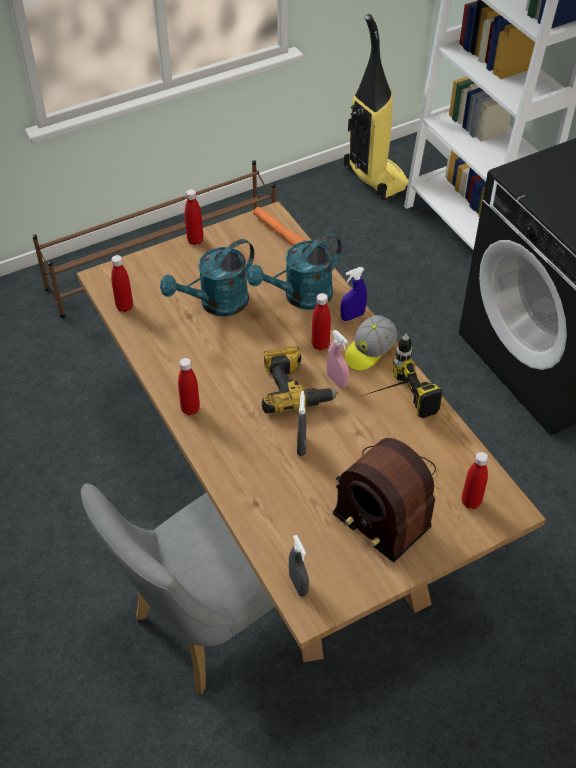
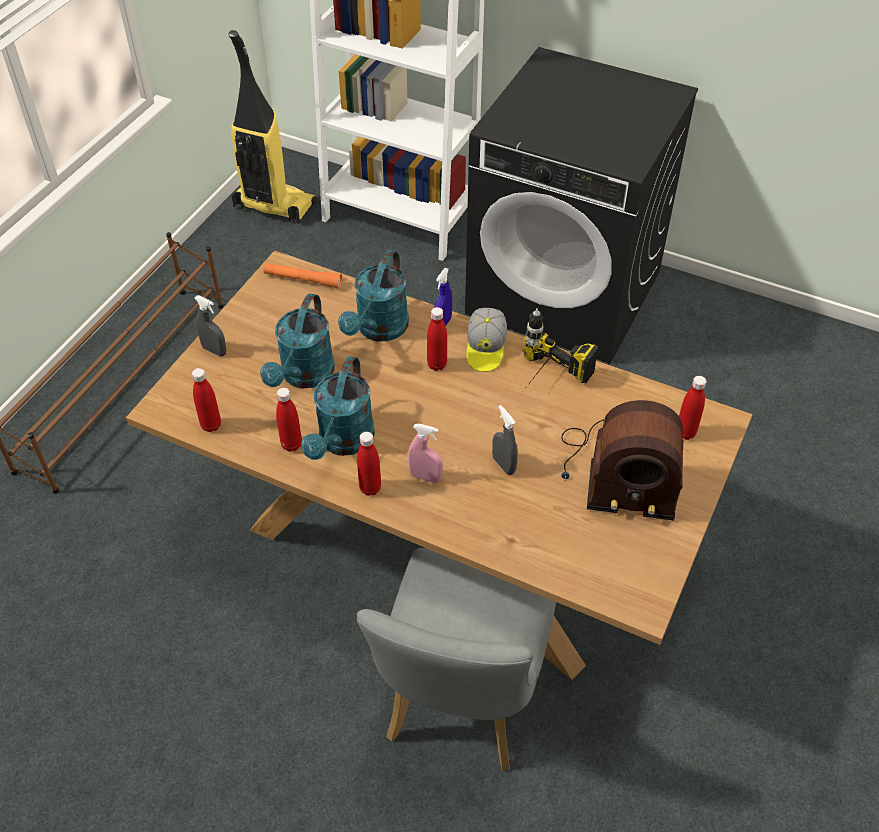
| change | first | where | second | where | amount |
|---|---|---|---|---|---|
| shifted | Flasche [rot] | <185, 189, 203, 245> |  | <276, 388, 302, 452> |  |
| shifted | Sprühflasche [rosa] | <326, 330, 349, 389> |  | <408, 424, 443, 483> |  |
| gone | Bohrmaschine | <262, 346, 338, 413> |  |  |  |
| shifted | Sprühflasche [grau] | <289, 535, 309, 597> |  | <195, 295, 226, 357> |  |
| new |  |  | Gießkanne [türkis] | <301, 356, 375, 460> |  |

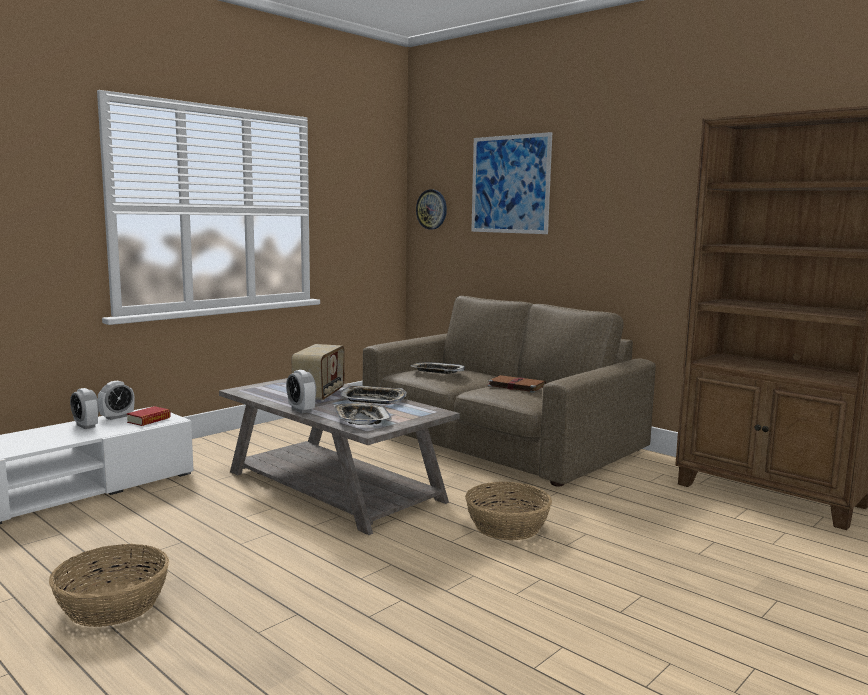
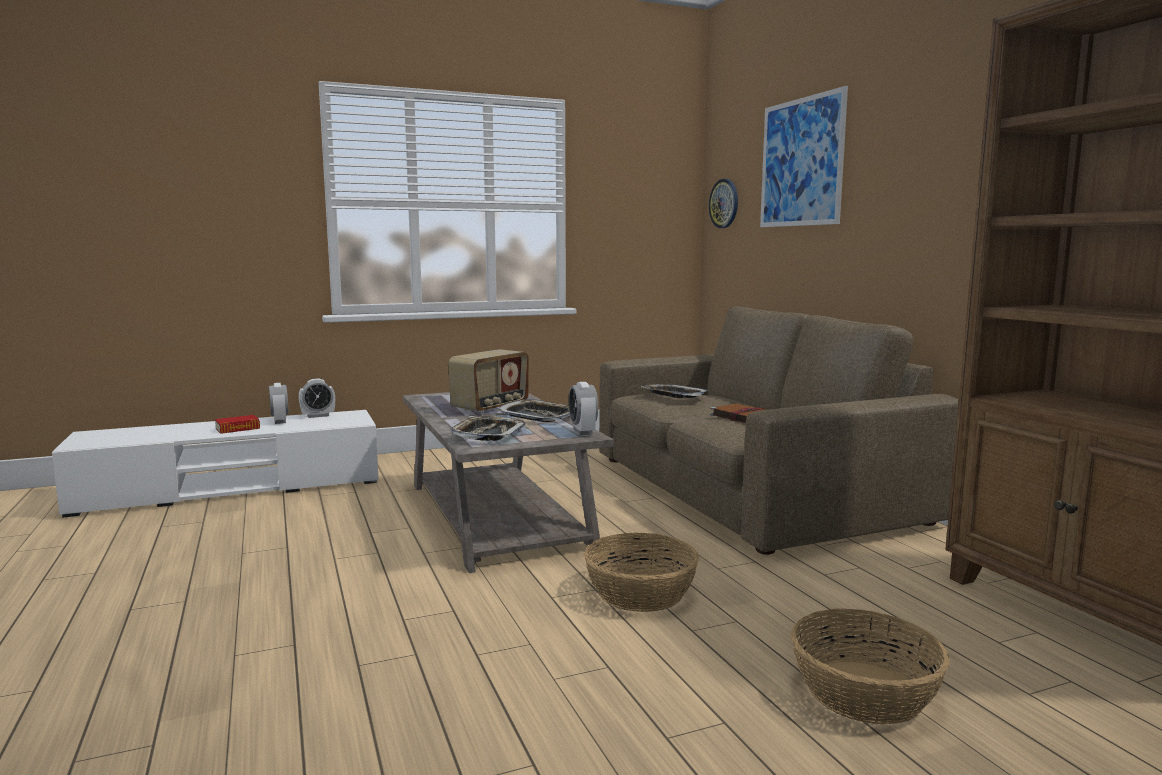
| change | first | where | second | where | amount |
|---|---|---|---|---|---|
| shifted | Wecker | <286, 370, 316, 413> |  | <569, 382, 598, 435> |  |
| shifted | Buch | <127, 406, 171, 426> |  | <215, 415, 260, 434> |  |
| shifted | Korb | <49, 544, 169, 627> |  | <791, 608, 950, 725> |  |

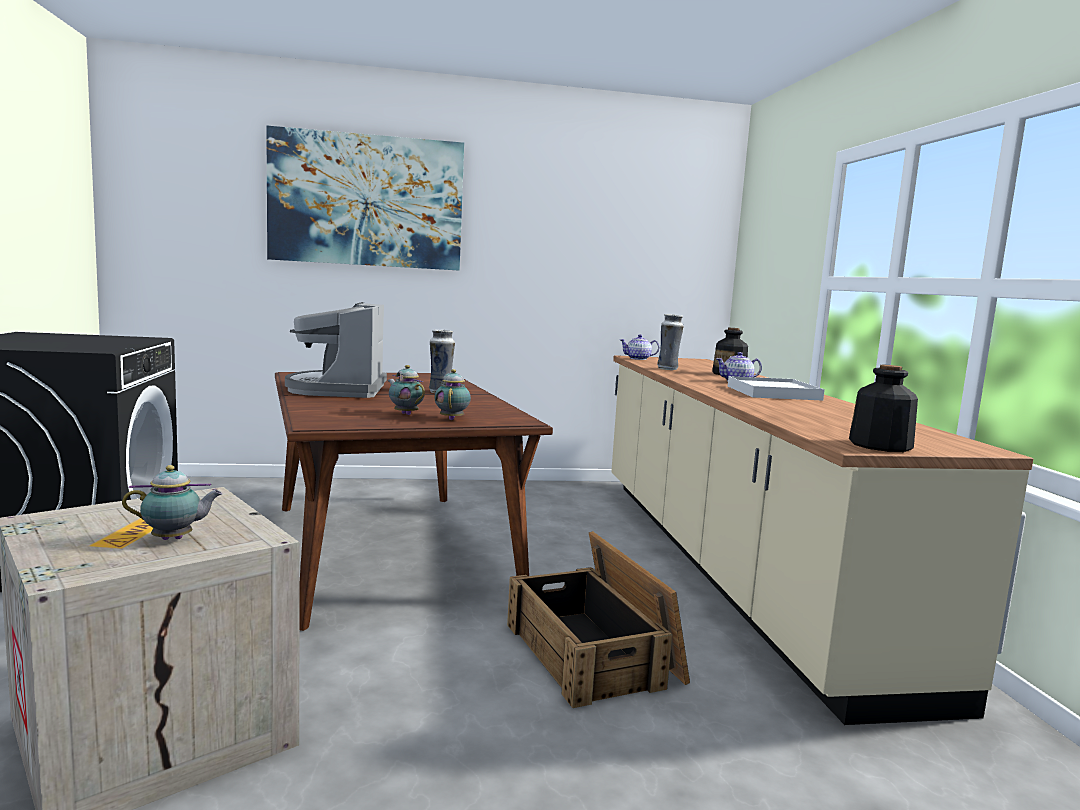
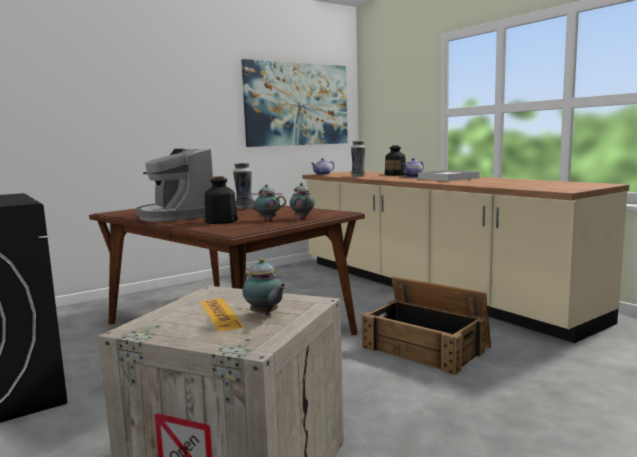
| change | first | where | second | where | amount |
|---|---|---|---|---|---|
| shifted | Bild | <266, 125, 464, 271> |  | <242, 59, 348, 147> |  |
| shifted | Flasche | <849, 365, 918, 452> |  | <205, 176, 238, 224> |  |
| rotated | Teekanne | <122, 465, 222, 540> |  | <243, 258, 287, 315> | 90 degrees clockwise |

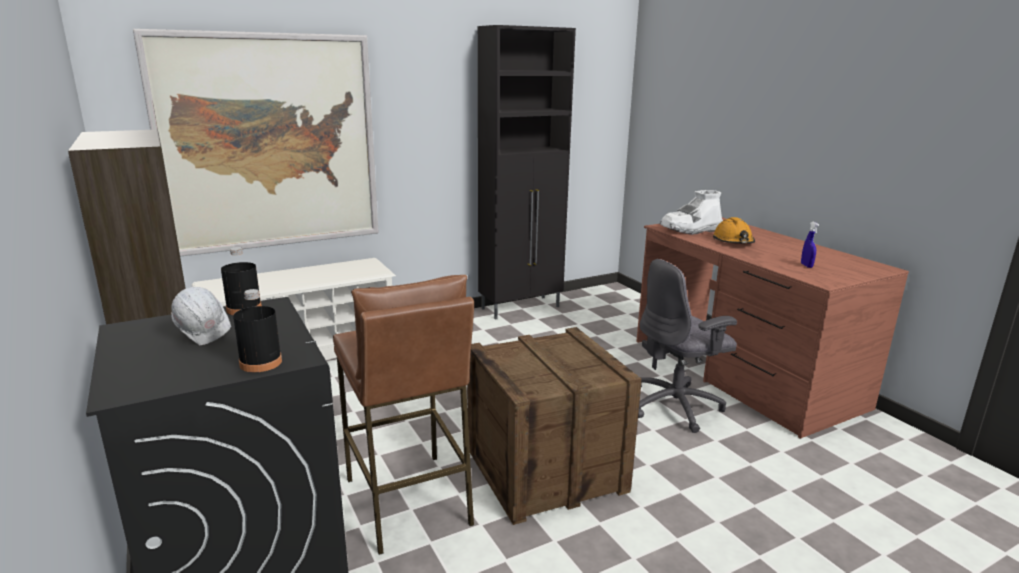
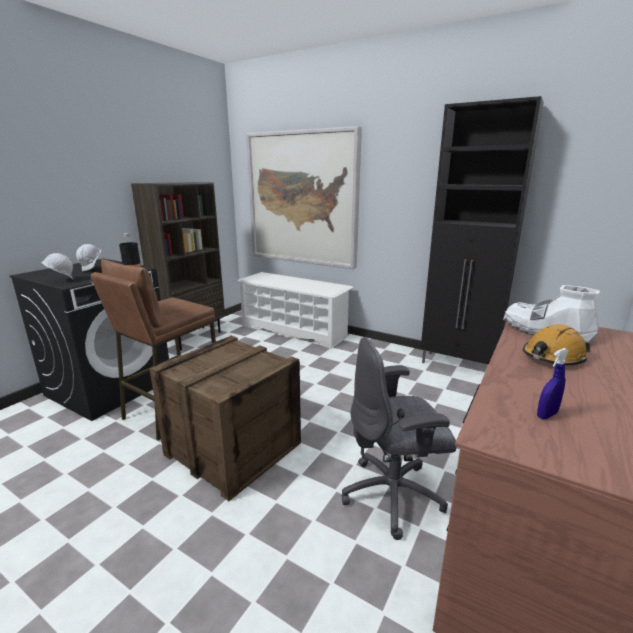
| change | first | where | second | where | amount |
|---|---|---|---|---|---|
| rotated | Bürostuhl [grau] | <638, 259, 737, 433> |  | <342, 337, 457, 540> | 45 degrees counterclockwise |
| swapped | Flasche [schwarz] | <233, 289, 282, 372> | Schutzhelm [weiß] | <41, 253, 73, 279> |  |

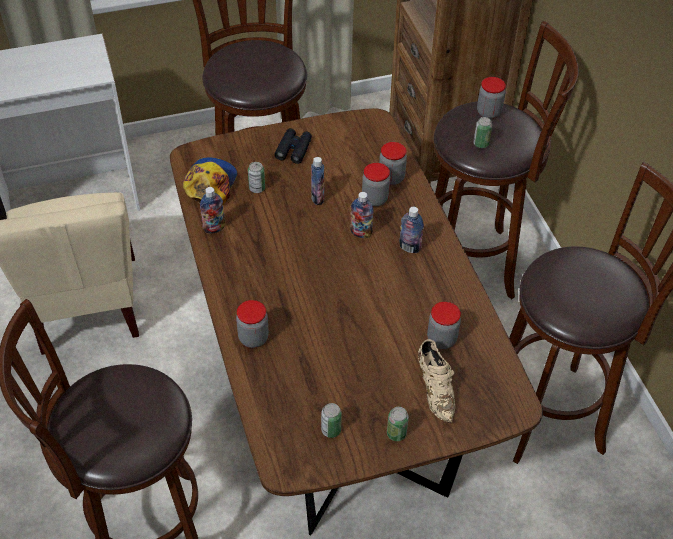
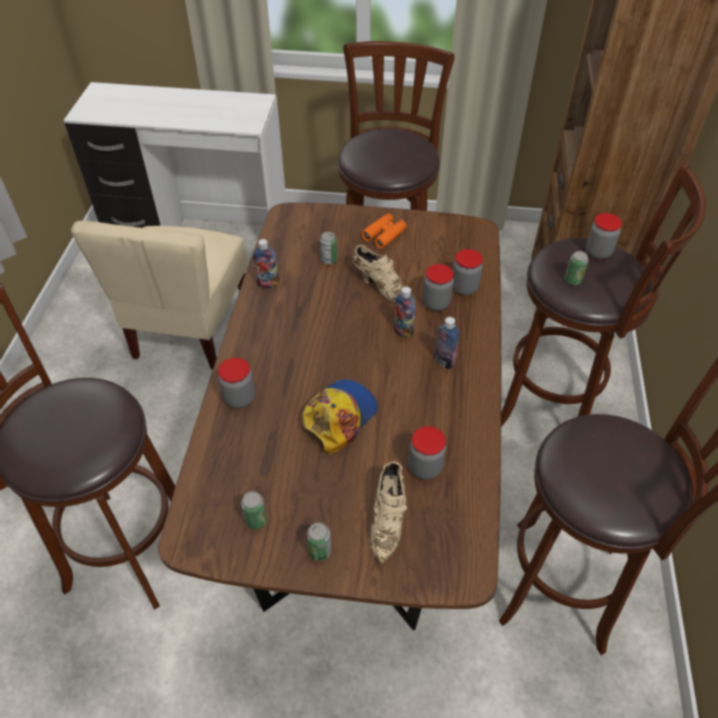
| change | first | where | second | where | amount |
|---|---|---|---|---|---|
| repainted | Fernglas [schwarz] | <274, 128, 312, 164> | Fernglas [orange] | <361, 213, 407, 249> |  |
| shifted | Kappe | <183, 157, 237, 205> |  | <302, 379, 378, 453> |  |
| swapped | Flasche | <311, 157, 324, 205> | Schuh [beige] | <353, 245, 405, 302> |  |

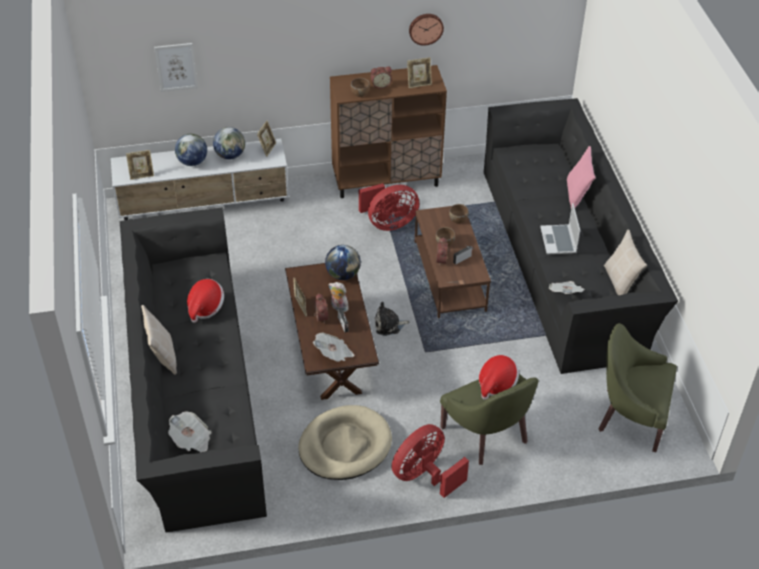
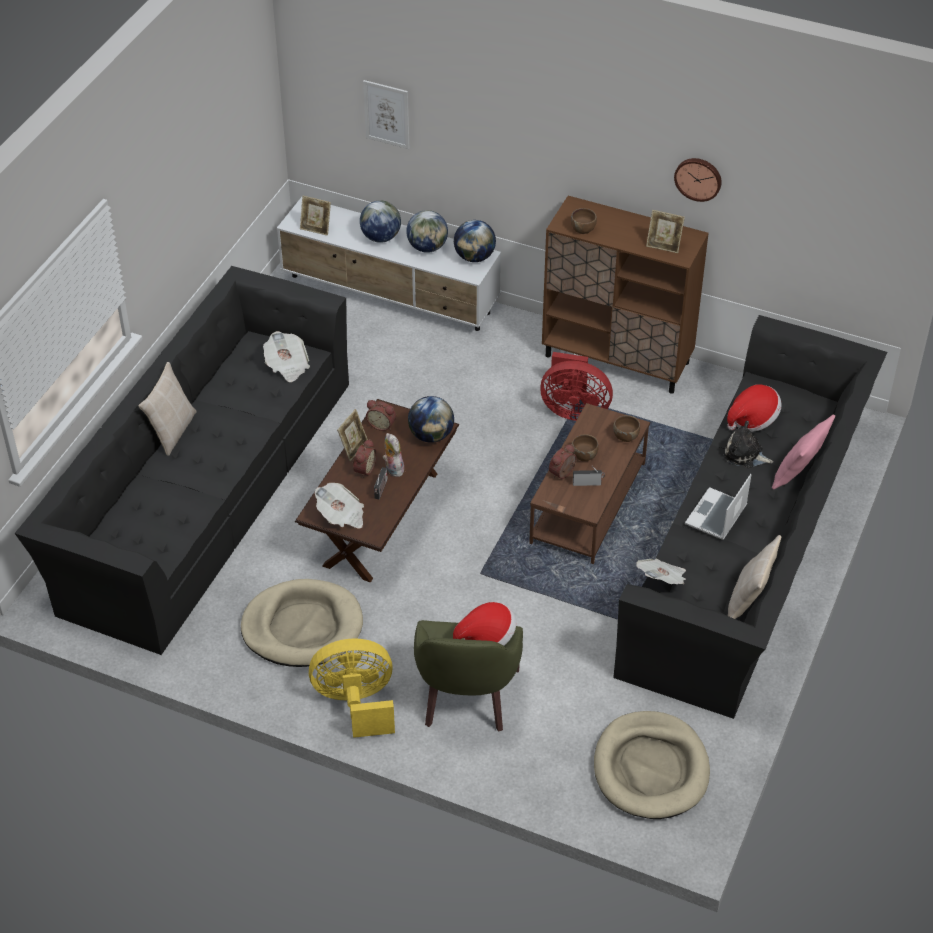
| change | first | where | second | where | amount |
|---|---|---|---|---|---|
| shifted | Wecker | <371, 67, 392, 89> |  | <366, 400, 396, 431> |  |
| swapped | Bilderrahmen | <257, 121, 276, 157> | Globus | <454, 220, 496, 262> |  |
| shifted | Hut | <187, 279, 224, 323> |  | <727, 384, 782, 432> |  |
| shifted | Plüschtier | <375, 302, 410, 336> |  | <723, 421, 774, 468> |  |
| swapped | Sessel [grün] | <598, 323, 677, 452> | Hundebett [beige] | <594, 711, 710, 819> |  |
| shifted | Zeitung | <168, 412, 211, 452> |  | <263, 331, 310, 382> |  |
| repainted | Ventilator [rot] | <391, 424, 469, 498> | Ventilator [gelb] | <309, 638, 395, 738> |  |

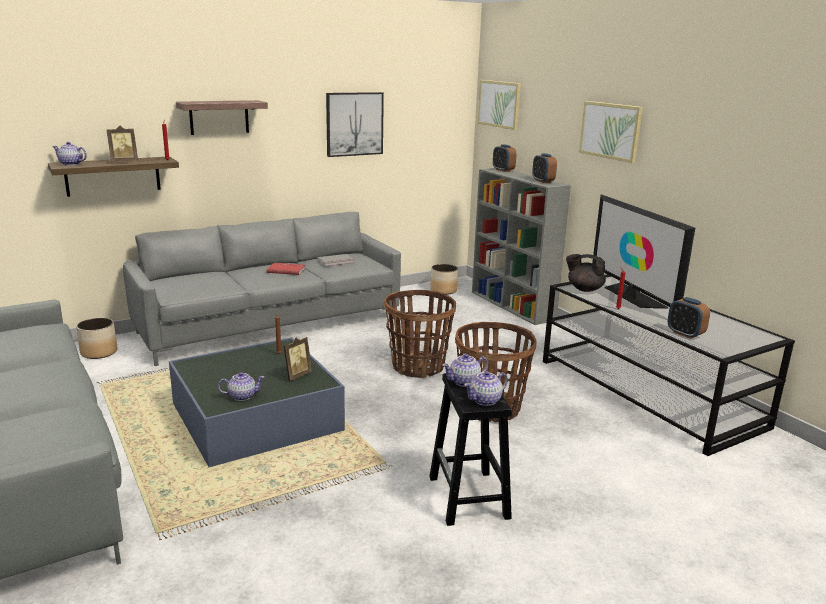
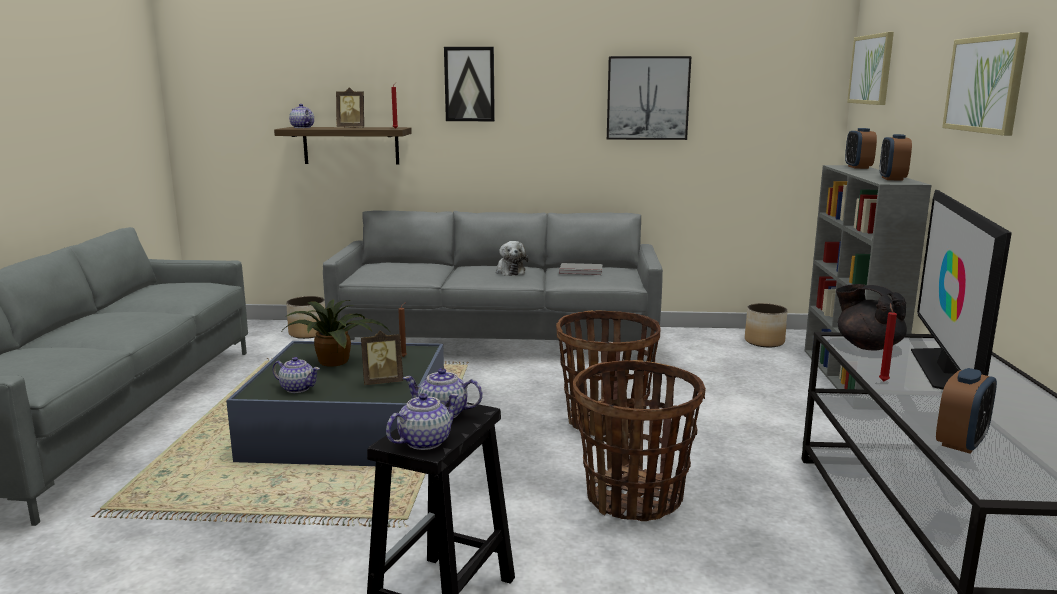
| change | first | where | second | where | amount |
|---|---|---|---|---|---|
| swapped | Wandregal | <176, 100, 268, 135> | Bild | <444, 47, 495, 121> |  |
| swapped | Buch [rot] | <266, 263, 305, 275> | Plüschtier | <496, 241, 528, 276> |  |
| rotated | Wecker | <668, 297, 710, 339> |  | <936, 368, 997, 454> | 135 degrees counterclockwise |
| rotated | Teekanne | <464, 371, 508, 406> |  | <386, 393, 459, 450> | 135 degrees clockwise |
| new |  |  | Topfpflanze | <282, 299, 391, 367> |  |

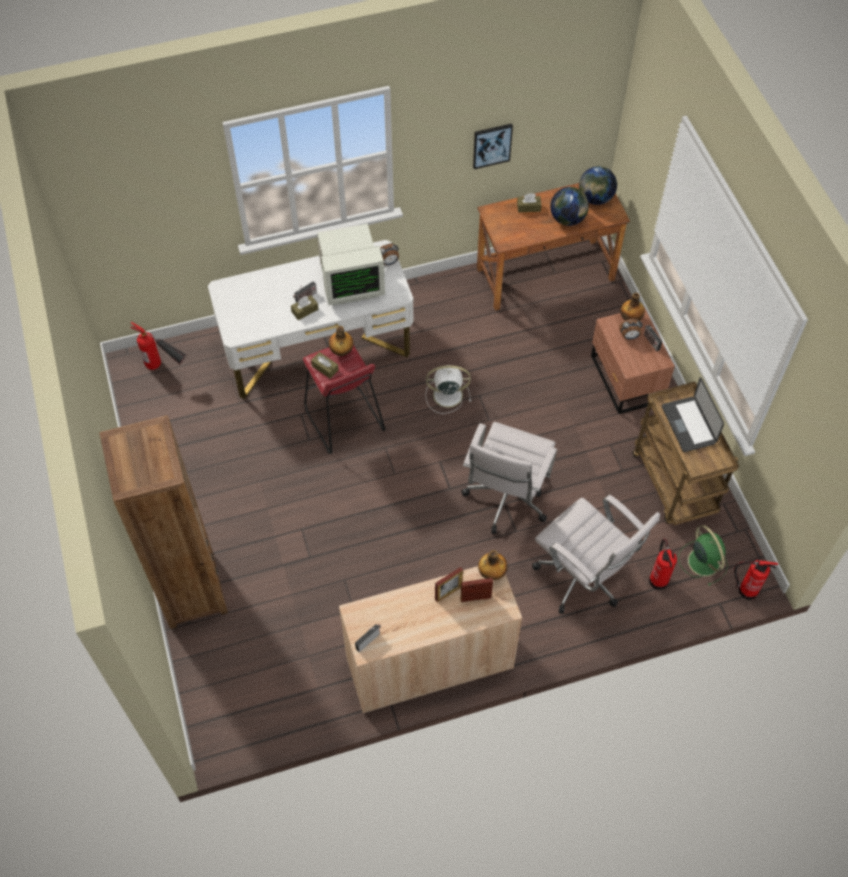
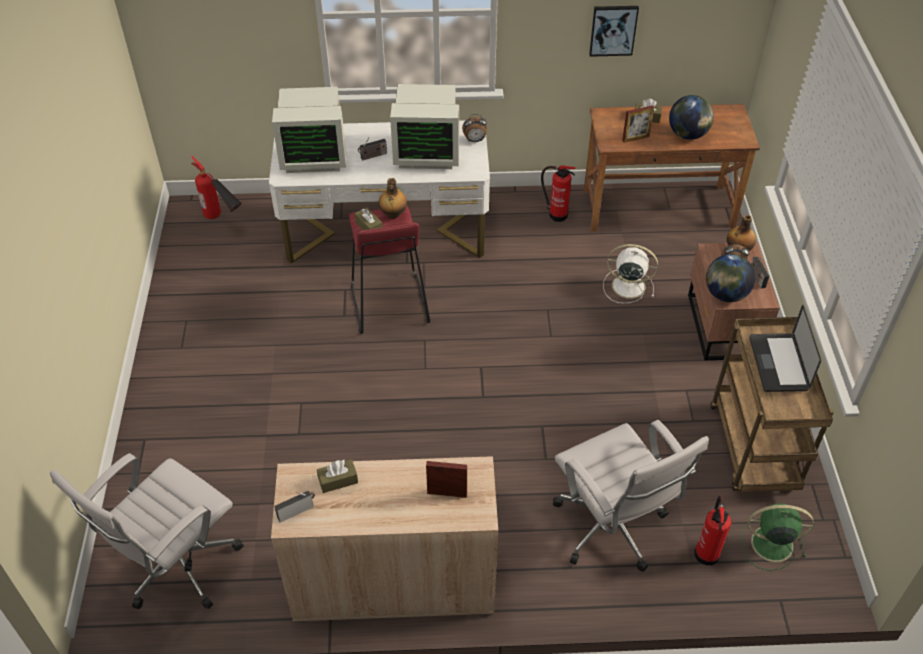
| change | first | where | second | where | amount |
|---|---|---|---|---|---|
| shifted | Globus | <579, 166, 617, 205> |  | <706, 254, 755, 302> |  |
| shifted | Taschentuchbox [braun] | <291, 295, 319, 320> |  | <317, 459, 358, 493> |  |
| shifted | Ventilator [weiß] | <425, 365, 471, 414> |  | <603, 244, 658, 304> |  |
| gone | Bücherregal [braun] | <99, 415, 228, 629> |  |  |  |
| shifted | Bürostuhl [weiß] | <461, 422, 557, 534> |  | <50, 453, 244, 610> |  |
| rotated | Ventilator [grün] | <678, 525, 728, 586> |  | <740, 503, 814, 571> | 75 degrees counterclockwise |
| gone | Flasche | <478, 550, 508, 581> |  |  |  |
| shifted | Feuerlöscher | <734, 560, 778, 600> |  | <541, 166, 576, 222> |  |
| shifted | Bilderrahmen | <435, 567, 463, 602> |  | <622, 105, 654, 143> |  |
| new |  |  | Monitor | <272, 87, 346, 173> |  |

